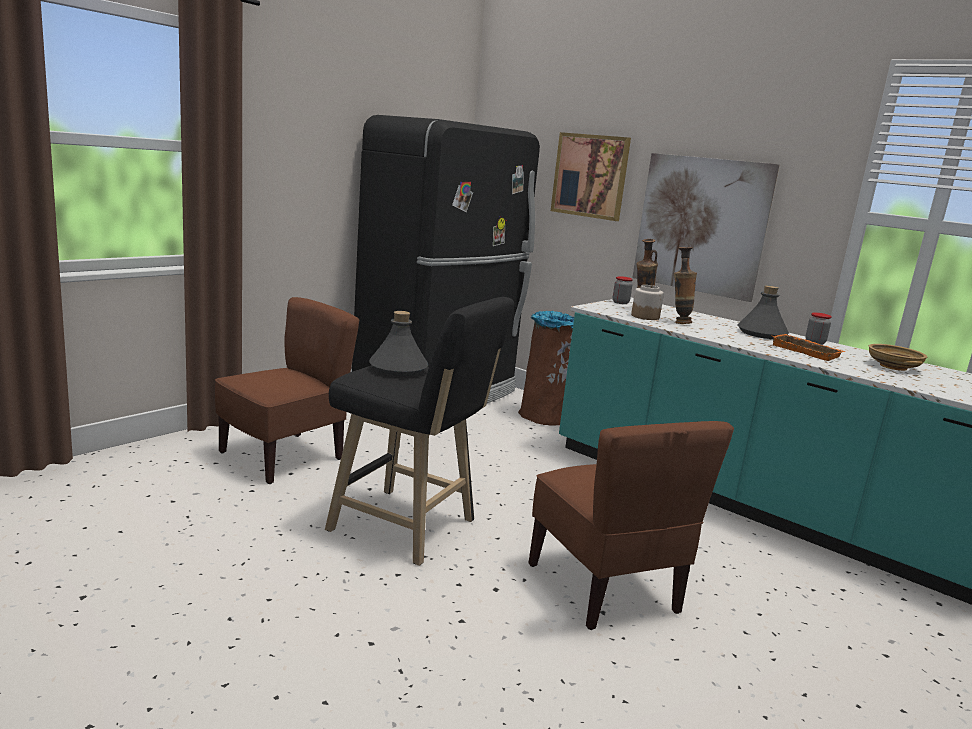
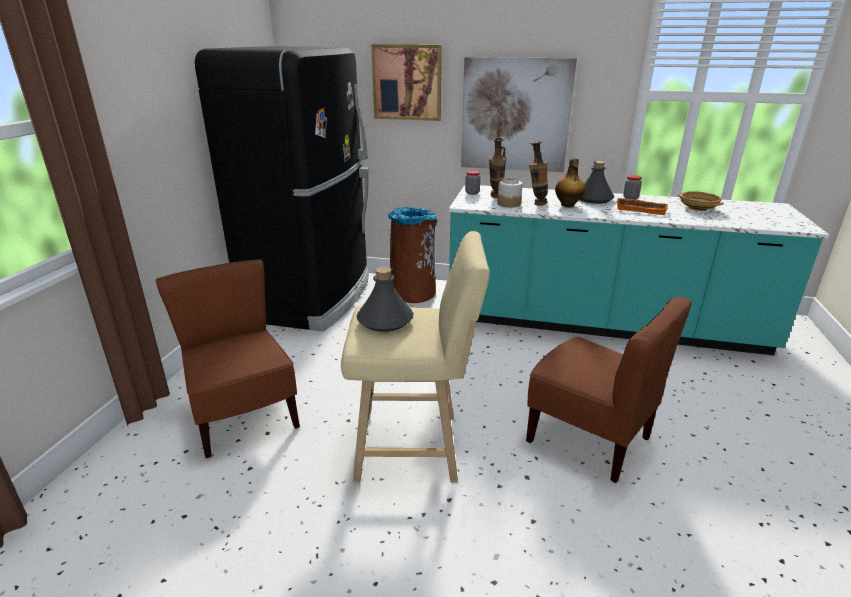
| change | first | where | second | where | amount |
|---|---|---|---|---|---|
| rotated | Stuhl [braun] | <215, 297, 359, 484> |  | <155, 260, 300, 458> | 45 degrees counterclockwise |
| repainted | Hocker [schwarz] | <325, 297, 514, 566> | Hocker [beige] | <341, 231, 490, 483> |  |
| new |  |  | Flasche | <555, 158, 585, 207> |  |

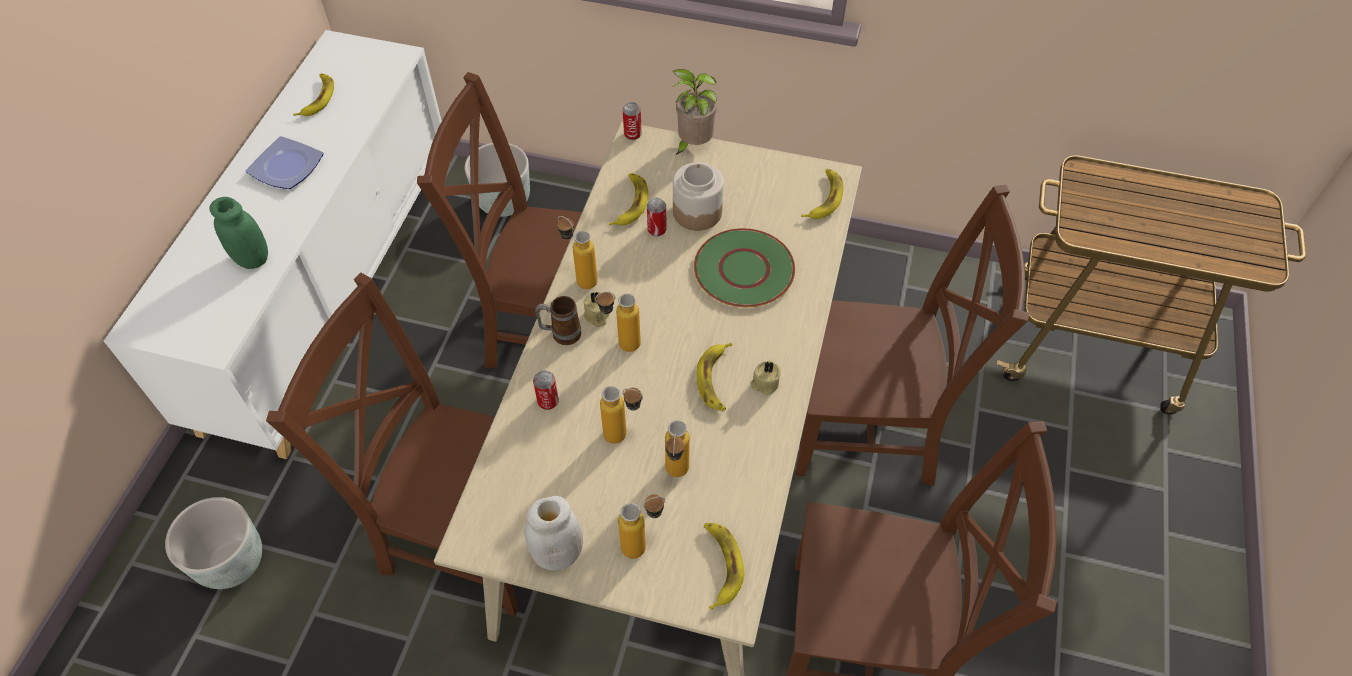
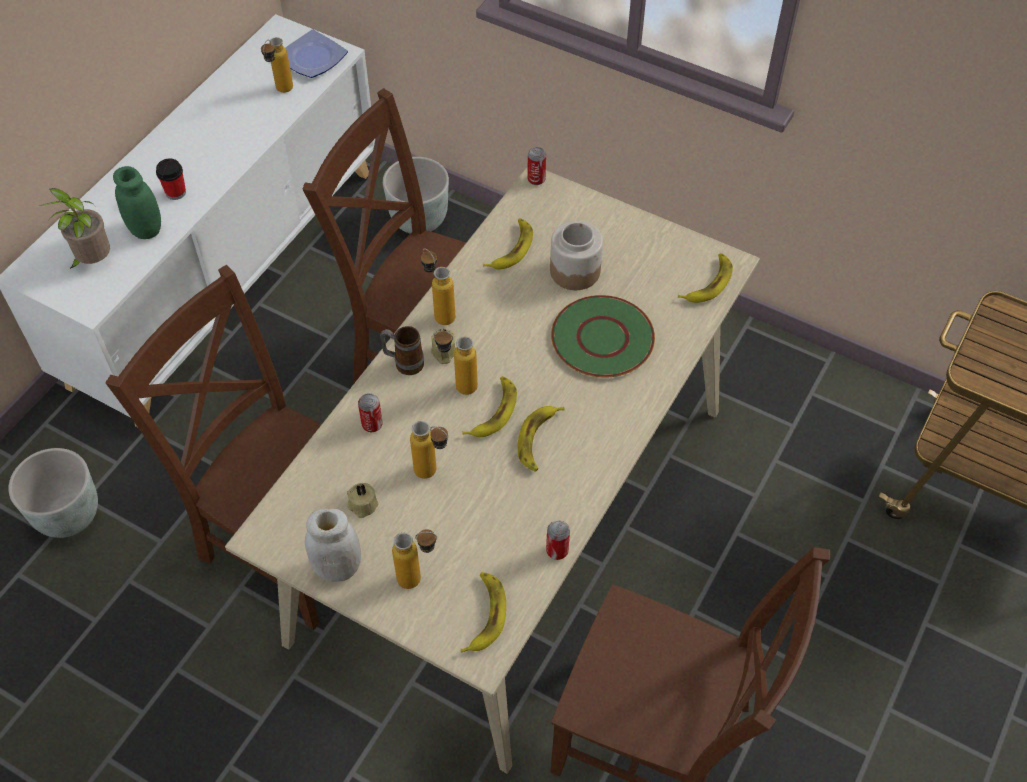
| change | first | where | second | where | amount |
|---|---|---|---|---|---|
| shifted | Topfpflanze | <673, 69, 717, 156> |  | <39, 188, 110, 269> |  |
| shifted | Banane | <293, 73, 334, 116> |  | <463, 376, 517, 437> |  |
| shifted | Teller | <246, 136, 324, 189> |  | <285, 30, 348, 78> |  |
| gone | Stuhl [braun] | <796, 185, 1029, 486> |  |  |  |
| shifted | Dose | <647, 198, 667, 236> |  | <546, 520, 570, 560> |  |
| shifted | Kerze [beige] | <750, 361, 781, 395> |  | <347, 483, 378, 518> |  |
| shifted | Flasche | <665, 420, 690, 477> |  | <261, 37, 293, 93> |  |
| new |  |  | Tasse | <156, 158, 186, 200> |  |

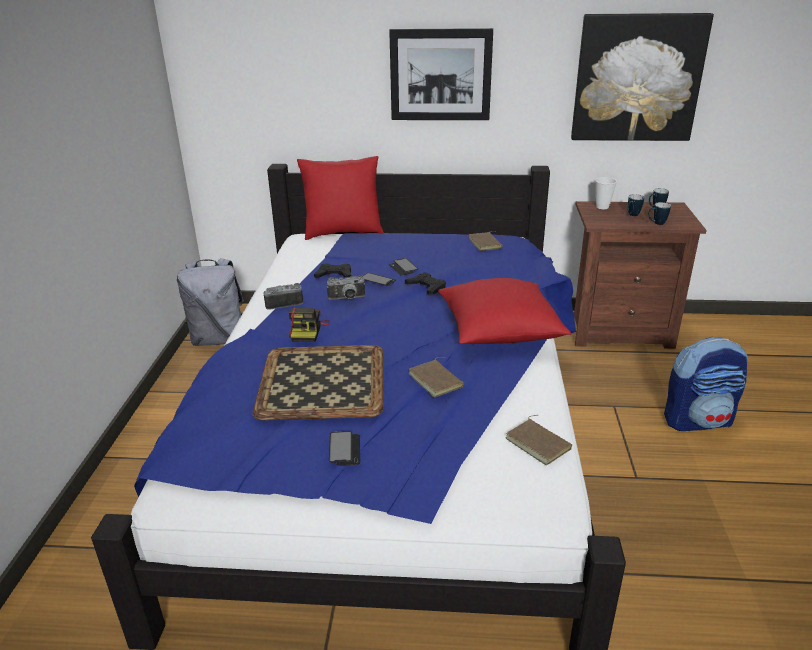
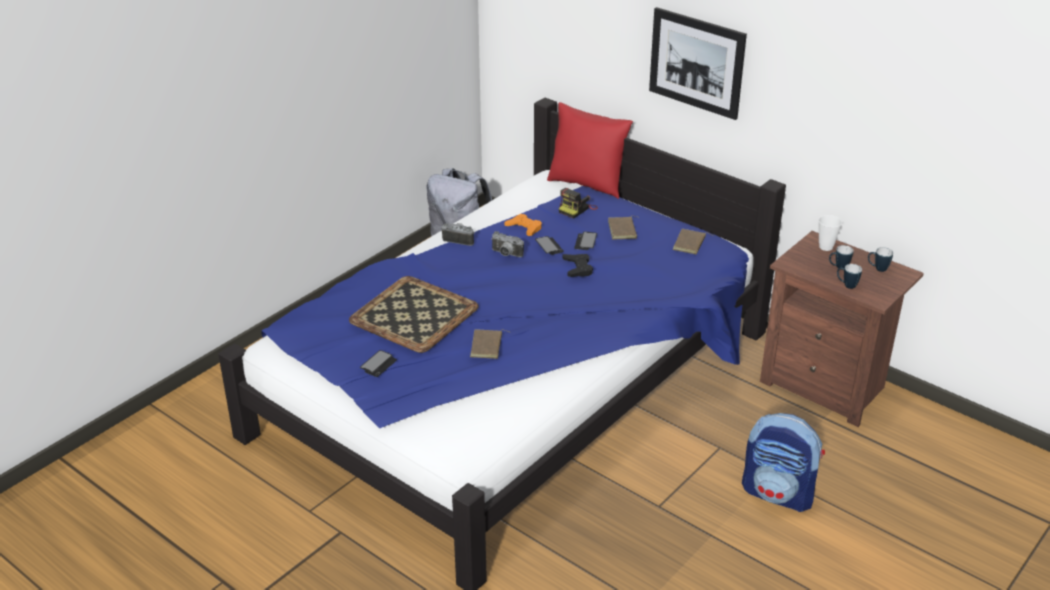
| change | first | where | second | where | amount |
|---|---|---|---|---|---|
| gone | Bild | <571, 13, 714, 141> |  |  |  |
| repainted | Gamepad [schwarz] | <314, 263, 351, 278> | Gamepad [orange] | <505, 214, 542, 236> |  |
| gone | Kissen [rot] | <438, 278, 571, 344> |  |  |  |
| shifted | Kamera | <289, 307, 330, 342> |  | <559, 188, 598, 219> |  |
| shifted | Buch [braun] | <505, 415, 572, 465> |  | <608, 216, 640, 239> |  |

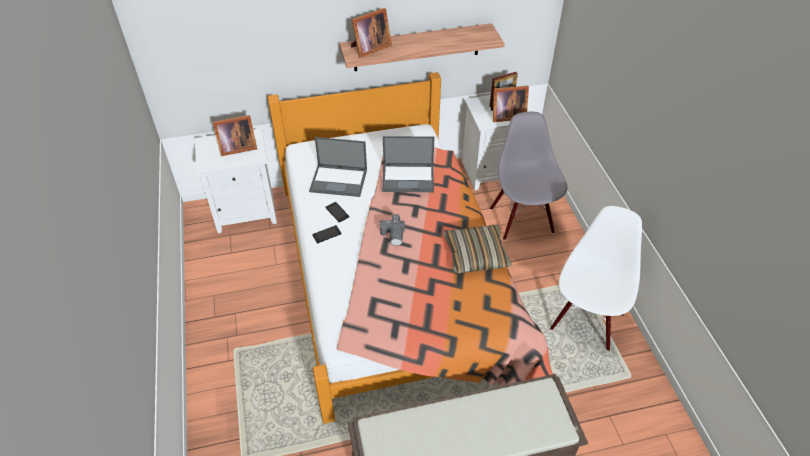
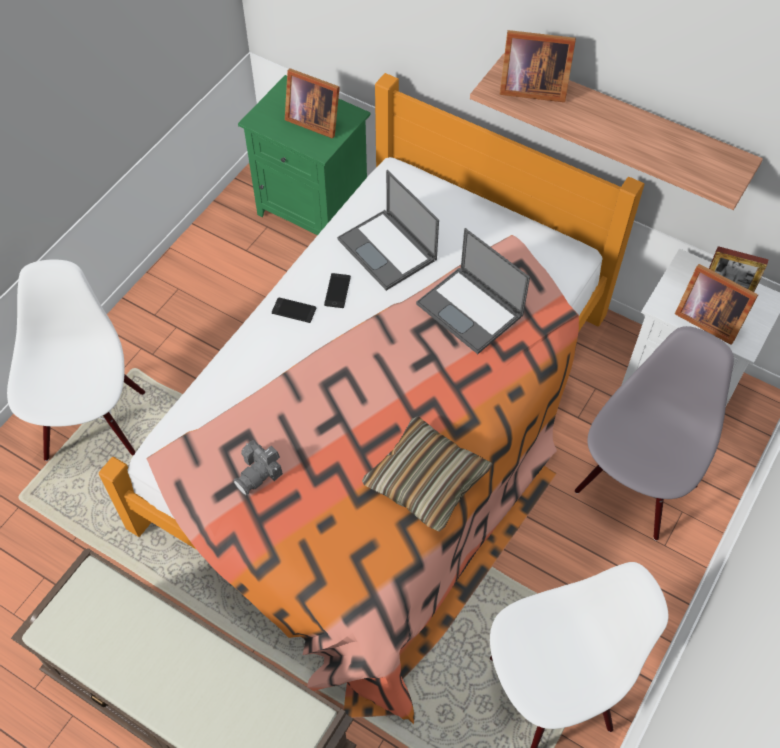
| change | first | where | second | where | amount |
|---|---|---|---|---|---|
| repainted | Nachttisch [weiß] | <195, 128, 277, 233> | Nachttisch [grün] | <238, 75, 370, 235> |  |
| shifted | Kamera | <379, 214, 405, 246> |  | <234, 440, 283, 495> |  |
| new |  |  | Stuhl [weiß] | <7, 259, 145, 461> |  |

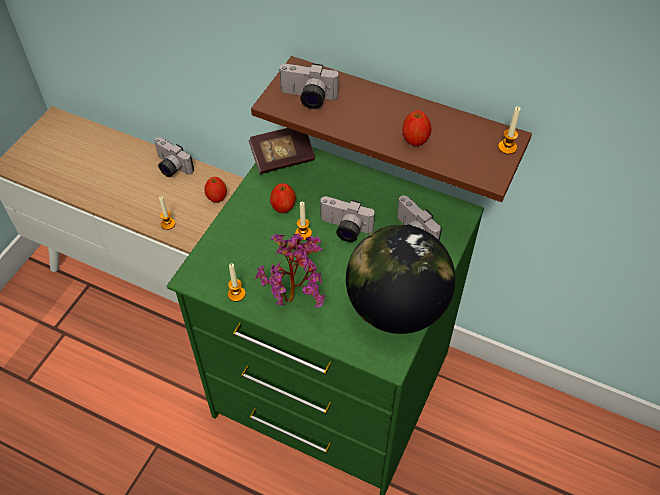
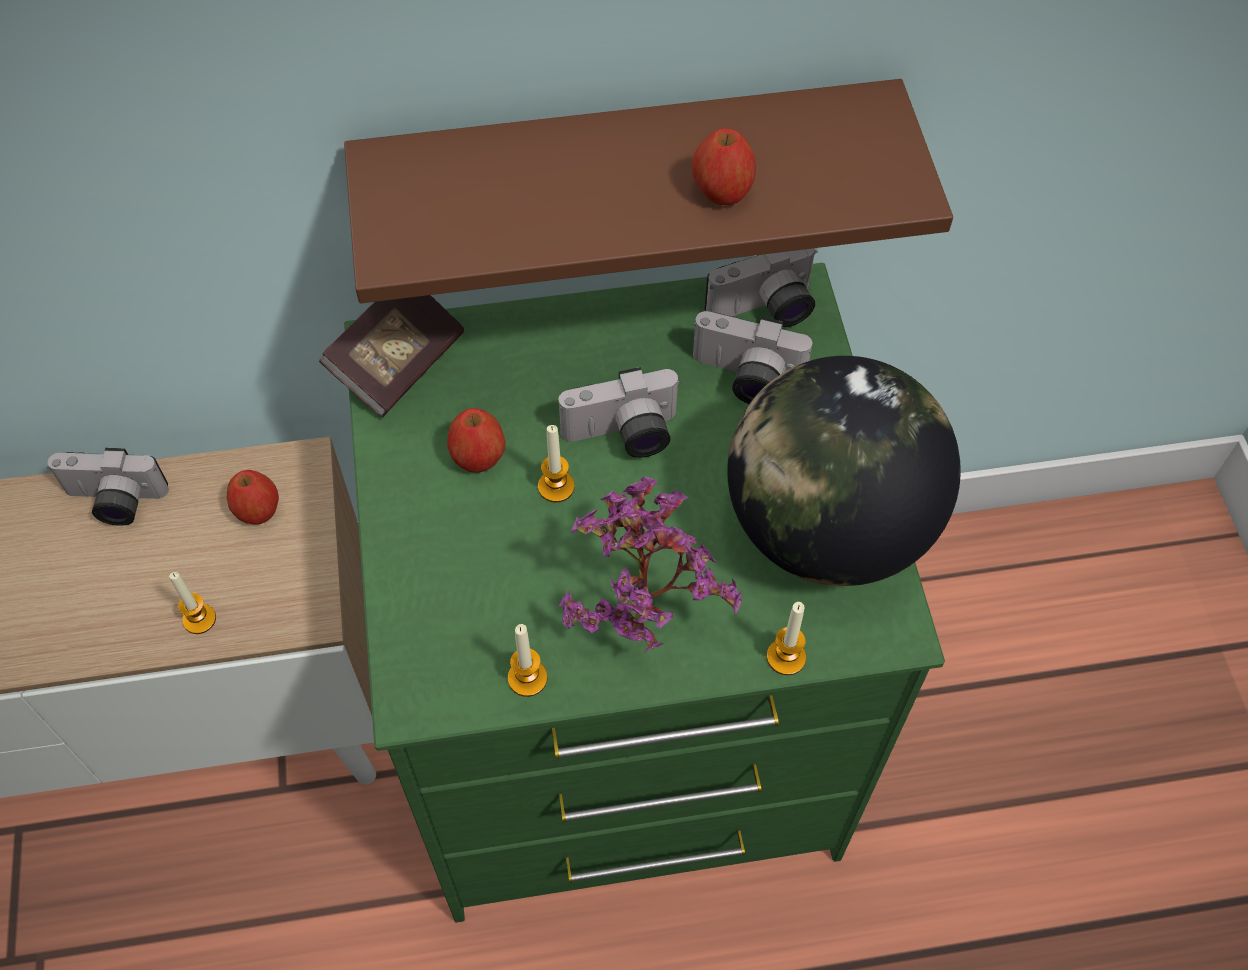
| change | first | where | second | where | amount |
|---|---|---|---|---|---|
| shifted | Kamera | <278, 63, 339, 109> |  | <705, 248, 818, 327> |  |
| shifted | Kerze | <498, 107, 521, 154> |  | <767, 602, 806, 675> |  |

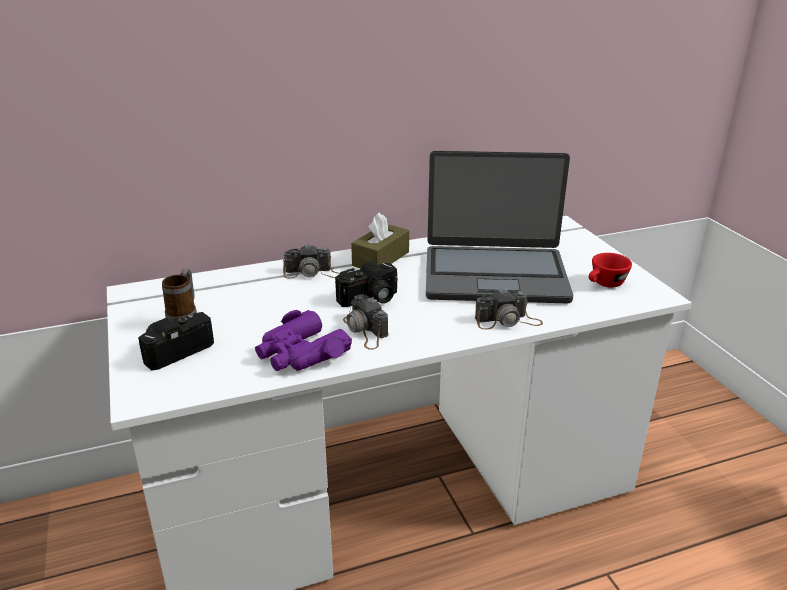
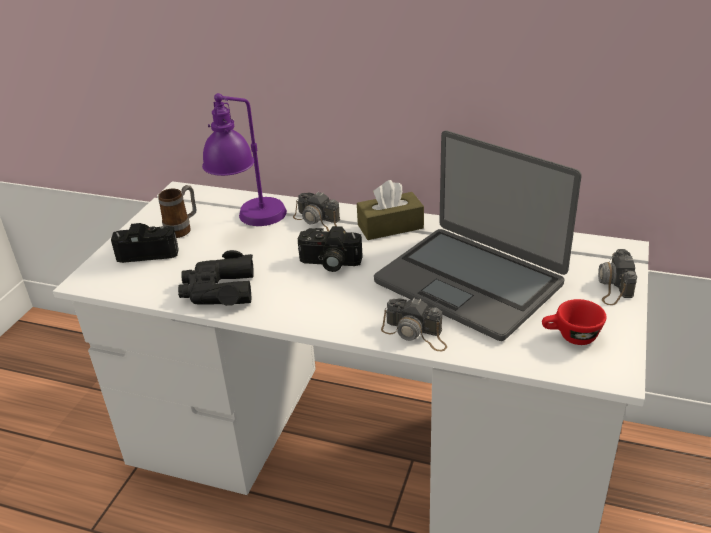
| change | first | where | second | where | amount |
|---|---|---|---|---|---|
| shifted | Kamera | <343, 294, 388, 350> |  | <598, 249, 637, 305> |  |
| repainted | Fernglas [lila] | <255, 310, 352, 371> | Fernglas [schwarz] | <178, 250, 254, 306> |  |
| new |  |  | Tischlampe [lila] | <202, 93, 287, 226> |  |

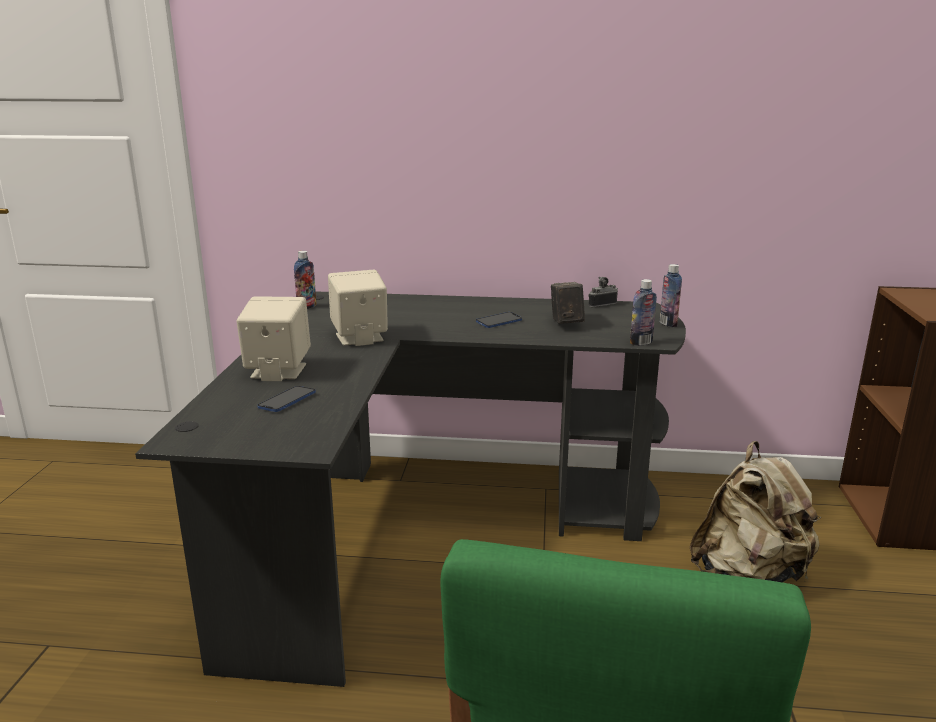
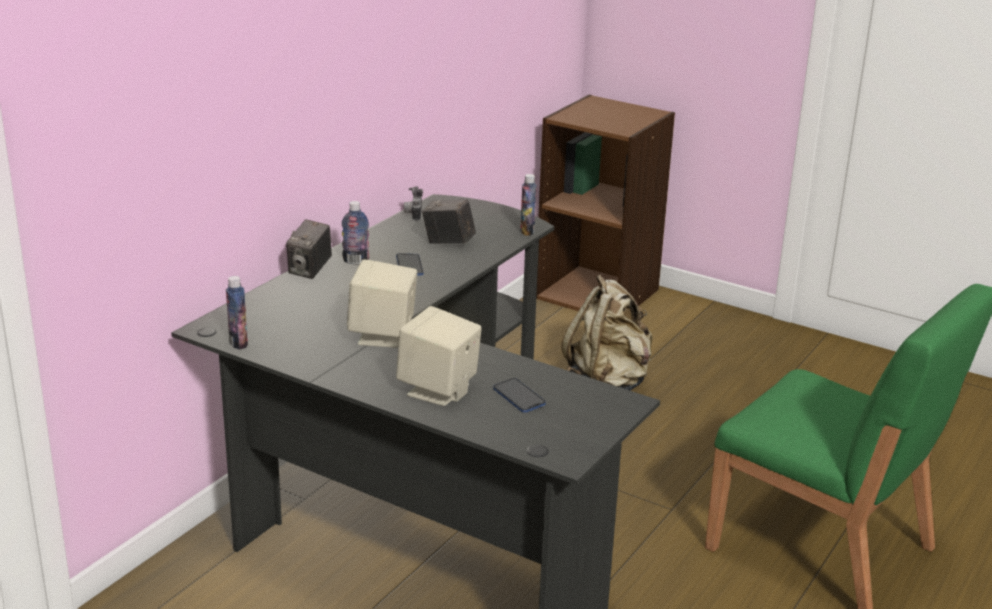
| change | first | where | second | where | amount |
|---|---|---|---|---|---|
| shifted | Flasche | <659, 264, 682, 327> |  | <342, 201, 370, 264> |  |
| new |  |  | Kamera | <286, 219, 332, 279> |  |

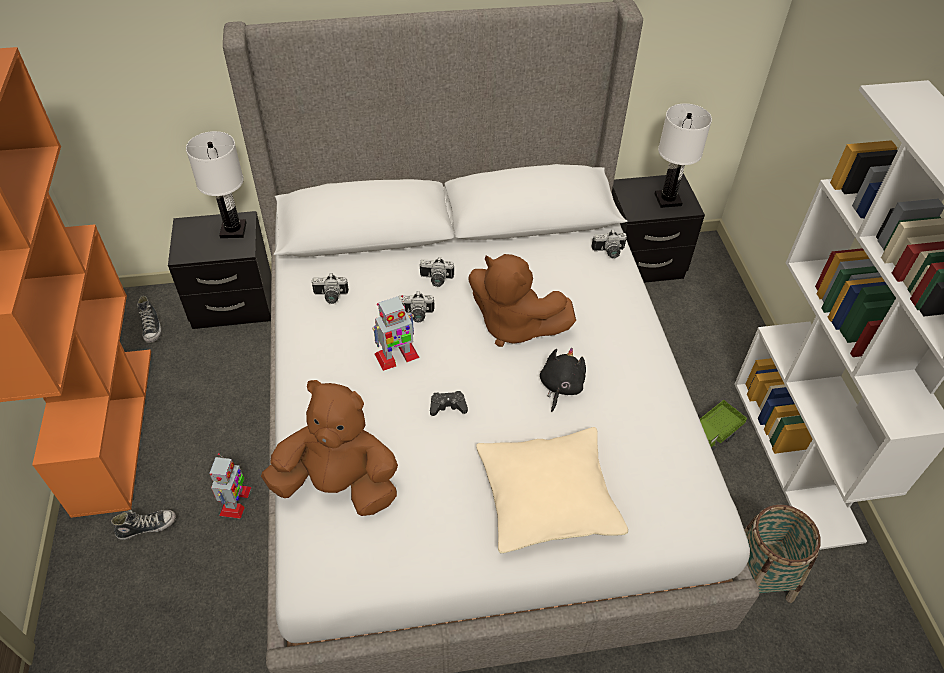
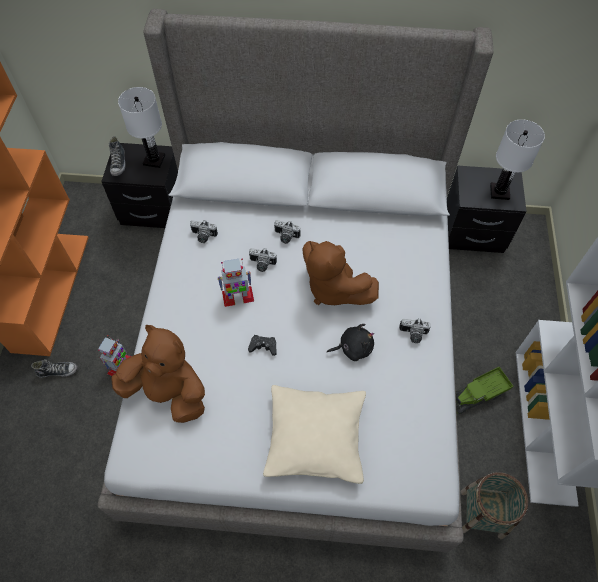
| change | first | where | second | where | amount |
|---|---|---|---|---|---|
| shifted | Kamera | <591, 230, 627, 259> |  | <399, 319, 431, 343> |  |
| shifted | Schuh | <137, 296, 162, 343> |  | <109, 136, 125, 176> |  |
| rotated | Plüschtier [schwarz] | <540, 348, 586, 412> |  | <327, 324, 374, 361> | 45 degrees clockwise |

